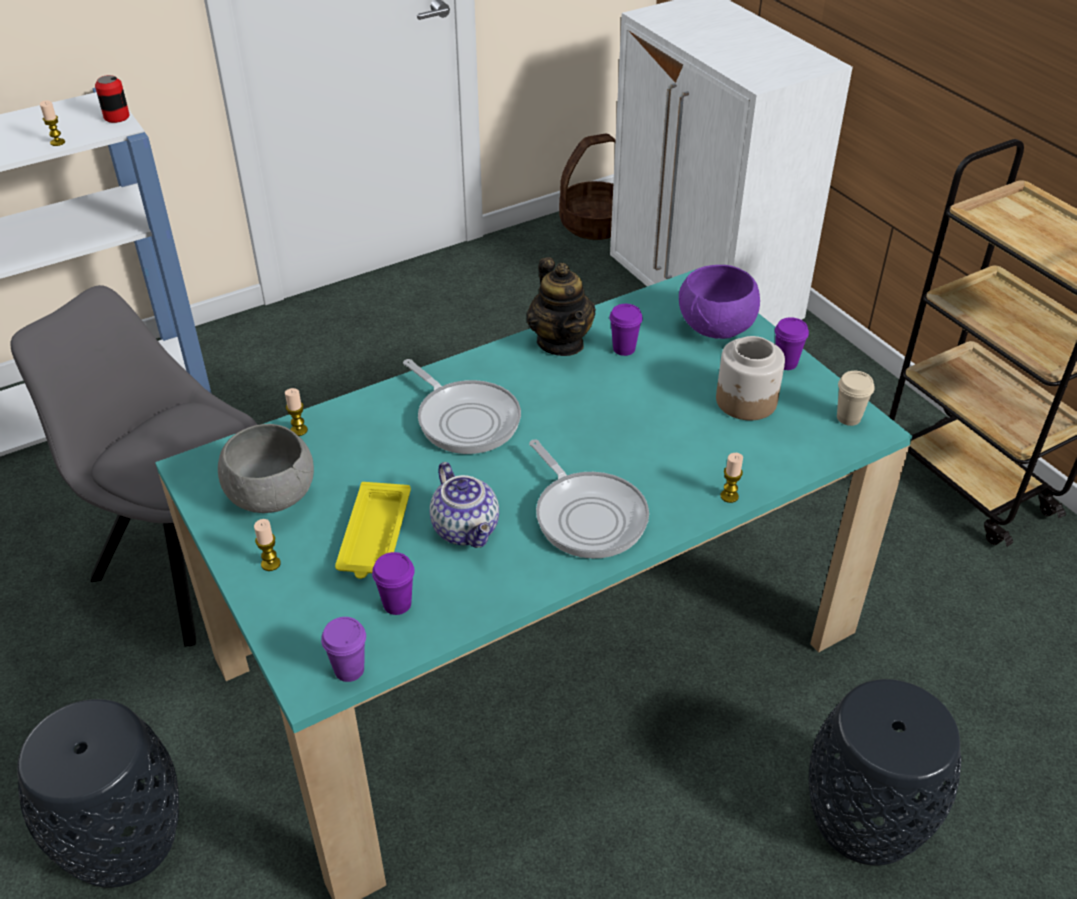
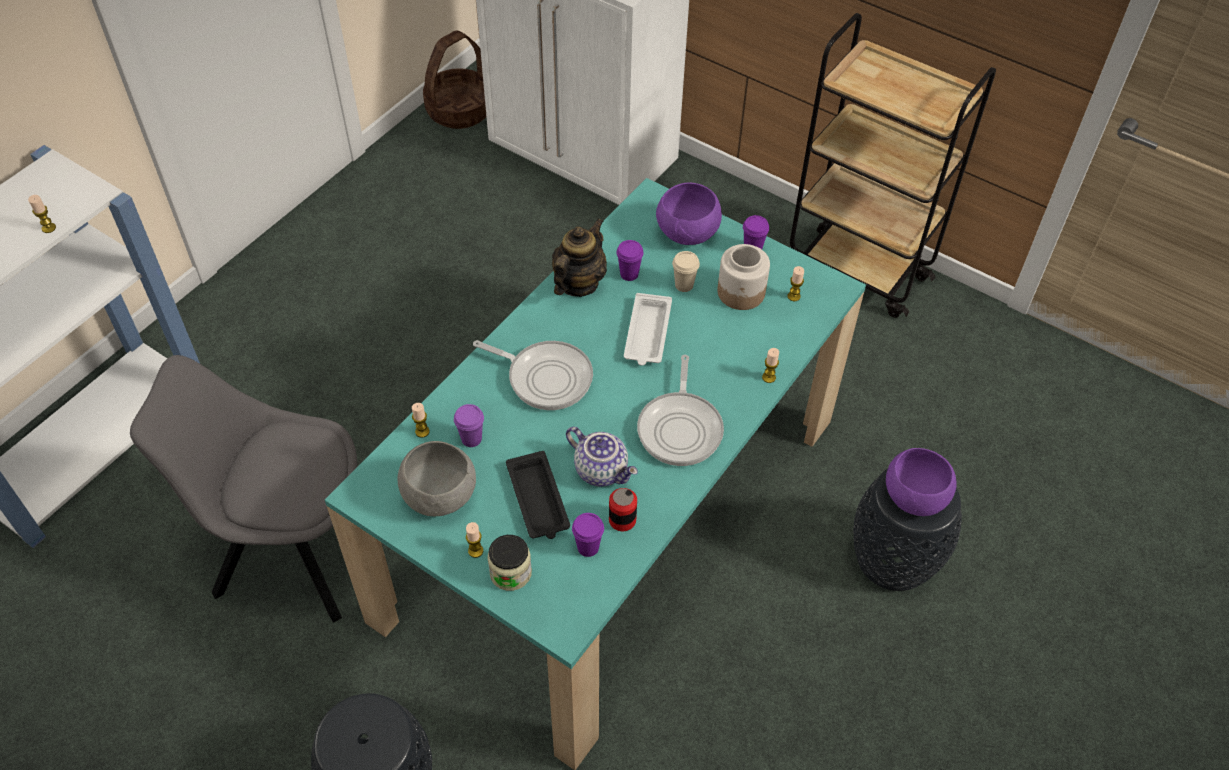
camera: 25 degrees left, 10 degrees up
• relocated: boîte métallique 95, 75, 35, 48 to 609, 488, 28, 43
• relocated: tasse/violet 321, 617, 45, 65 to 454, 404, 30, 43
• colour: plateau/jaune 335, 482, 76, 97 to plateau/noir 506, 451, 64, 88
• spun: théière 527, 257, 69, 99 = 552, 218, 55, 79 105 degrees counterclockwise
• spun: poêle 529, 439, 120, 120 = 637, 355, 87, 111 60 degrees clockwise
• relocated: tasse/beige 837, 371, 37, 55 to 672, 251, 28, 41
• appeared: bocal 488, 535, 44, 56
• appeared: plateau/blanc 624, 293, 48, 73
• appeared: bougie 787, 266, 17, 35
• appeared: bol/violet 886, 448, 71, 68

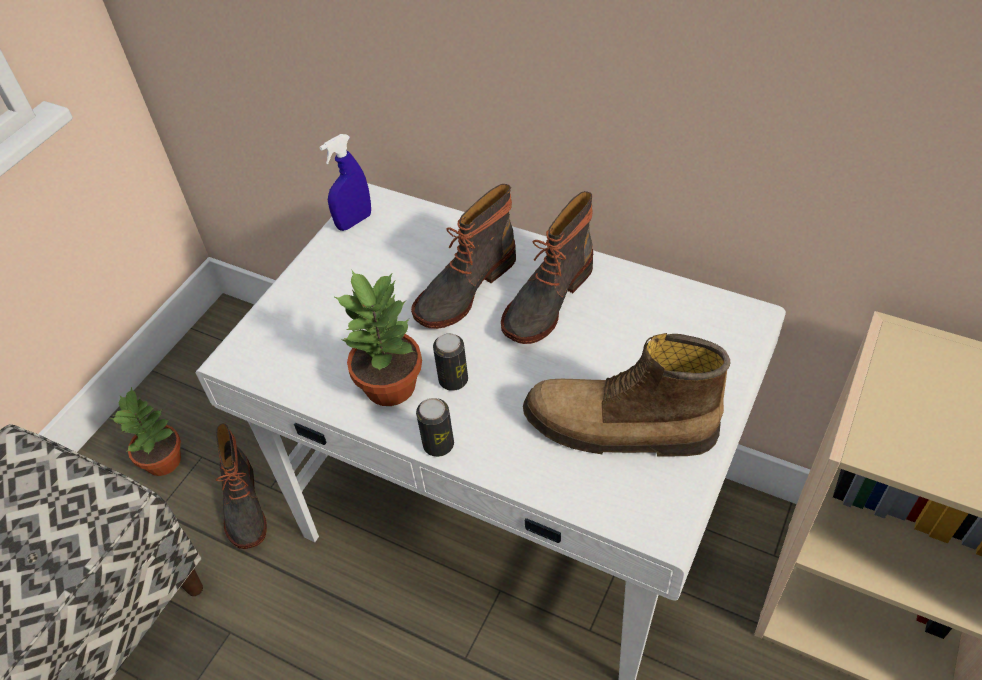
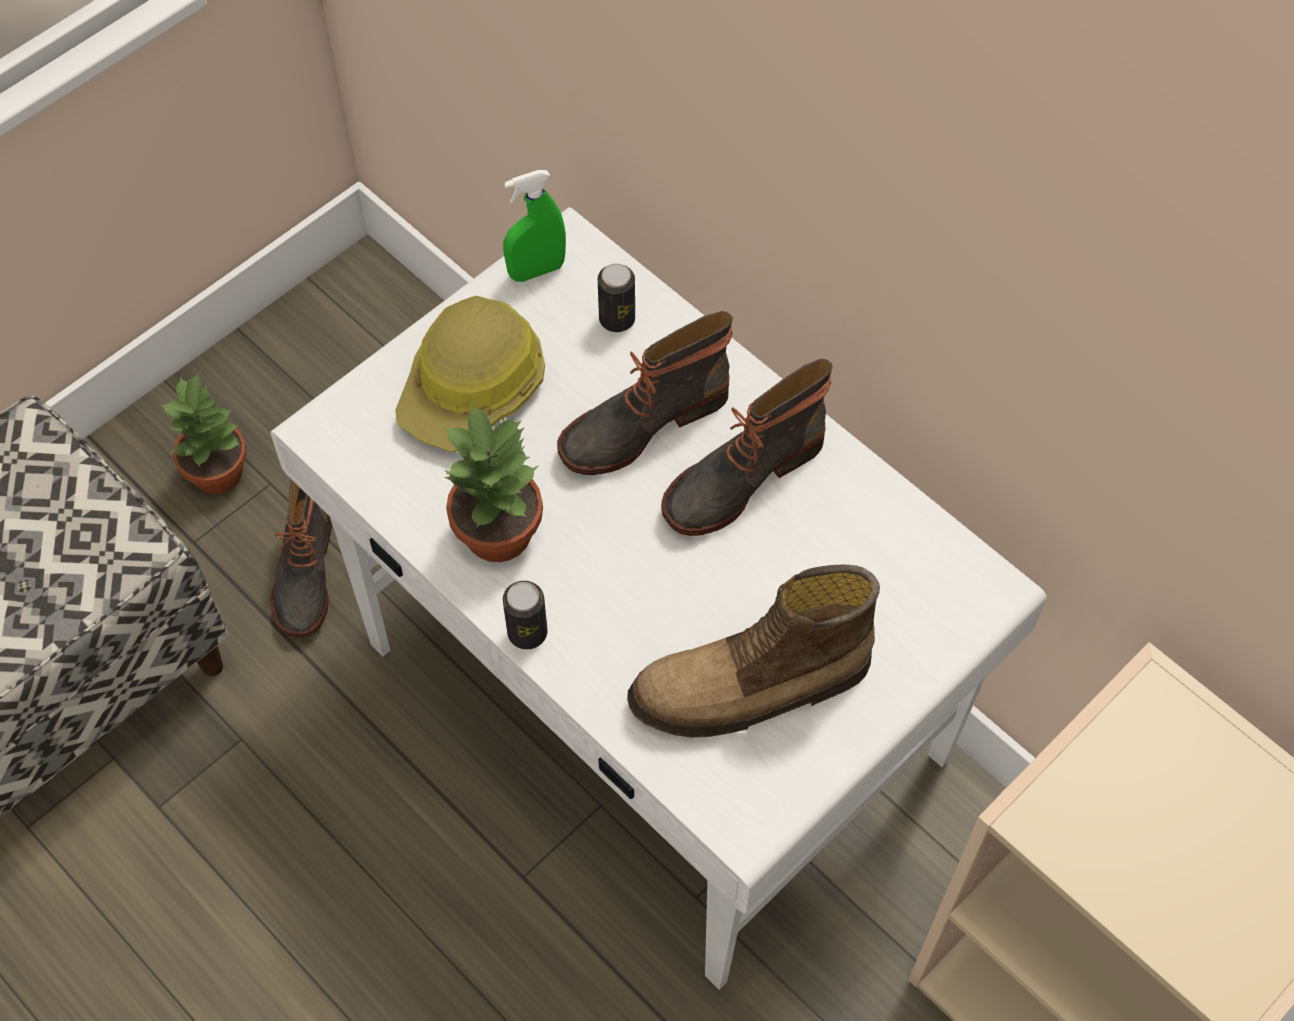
camera: 15 degrees right, 10 degrees up
• colour: vaporisateur/bleu 319, 134, 52, 97 to vaporisateur/vert 503, 170, 63, 112
• relocated: boîte métallique 433, 333, 35, 58 to 598, 263, 37, 69
• spun: botte 523, 333, 207, 124 = 627, 565, 253, 172 45 degrees counterclockwise
• appeared: casque de chantier 395, 296, 150, 156

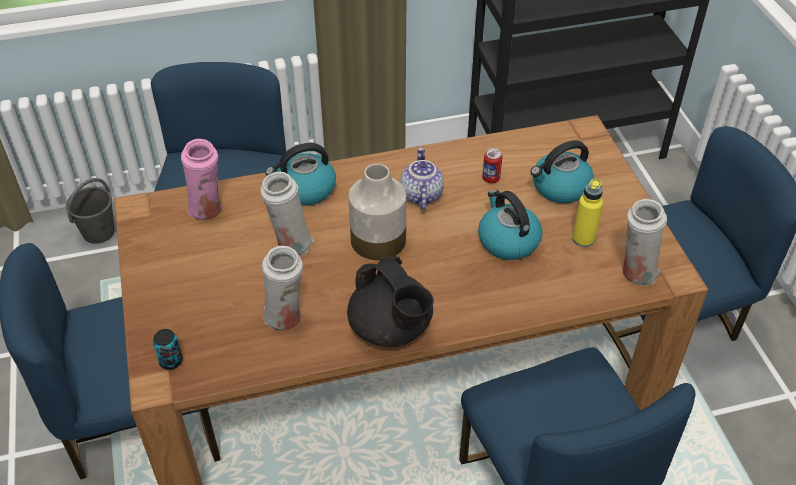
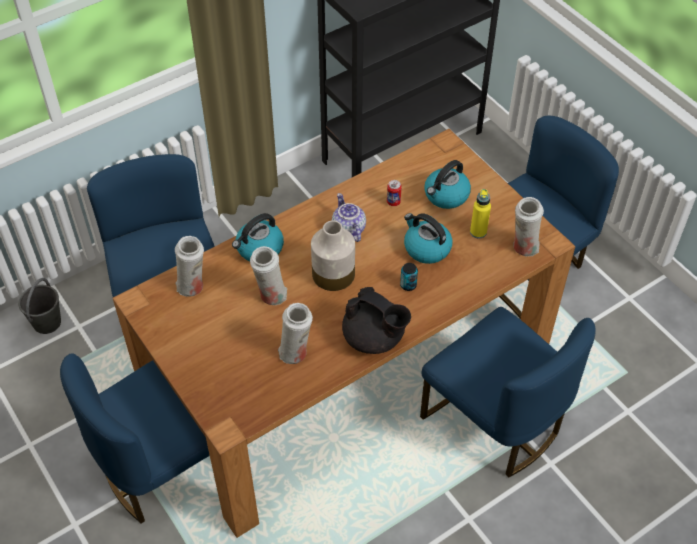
camera: 20 degrees left, 5 degrees up
• relocated: boîte métallique 153, 329, 30, 41 to 400, 263, 18, 28
• colour: vase/rose 181, 139, 41, 81 to vase/blanc 175, 236, 29, 61

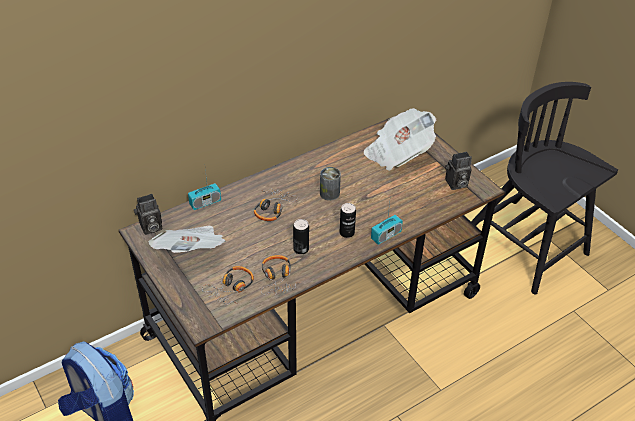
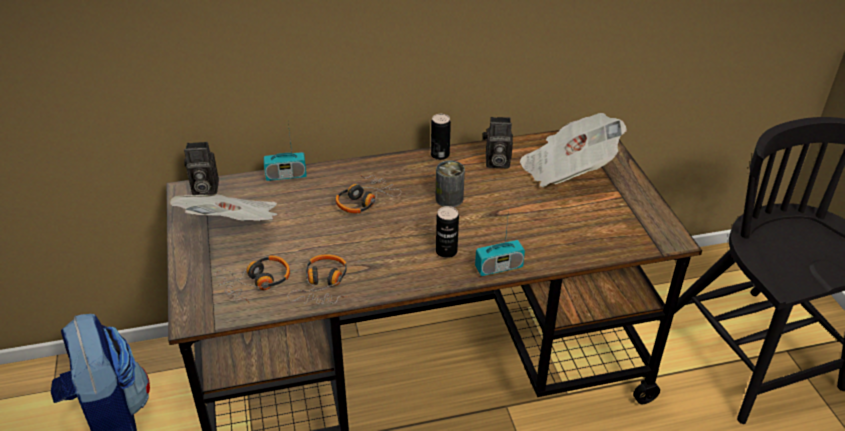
camera: 20 degrees right, 5 degrees down
• relocated: boîte métallique 293, 219, 16, 35 to 431, 114, 20, 46
• relocated: appareil photo 445, 151, 27, 39 to 483, 117, 30, 51

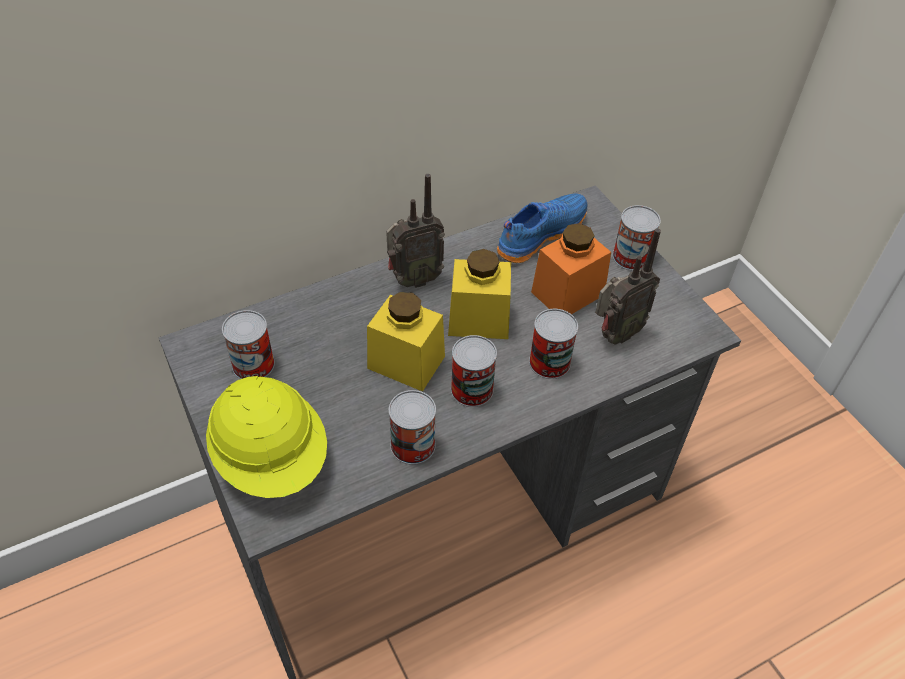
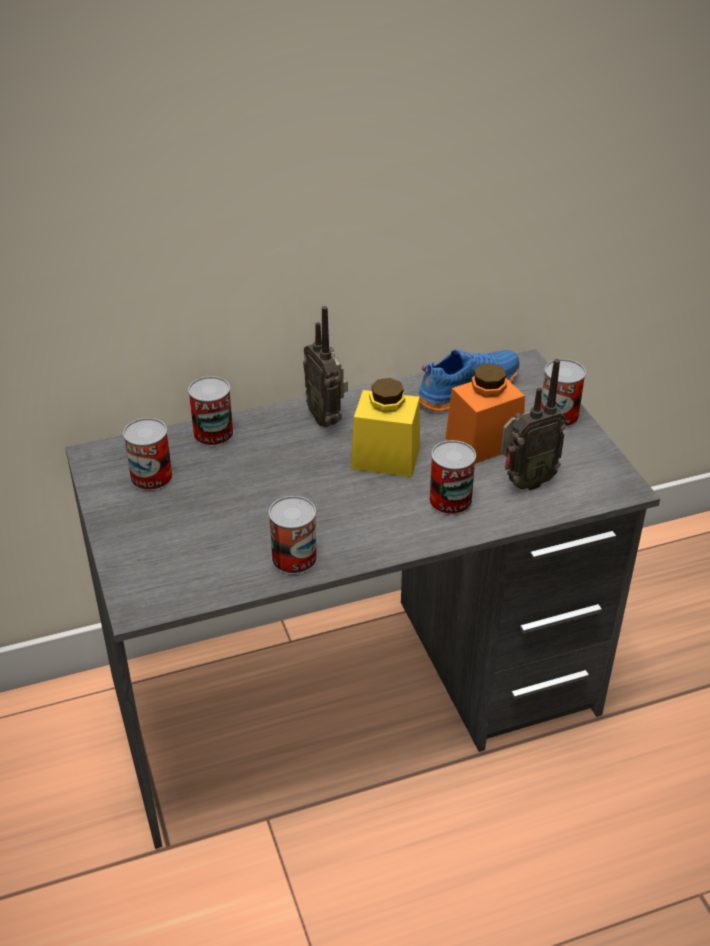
camera: 10 degrees right, 10 degrees down
• missing: casque de chantier/jaune 206, 376, 121, 122
• missing: bocal/jaune 367, 292, 78, 100
• spun: radio 386, 174, 59, 114 = 303, 306, 45, 121 75 degrees clockwise
• relocated: boîte métallique 451, 335, 46, 72 to 188, 376, 46, 70

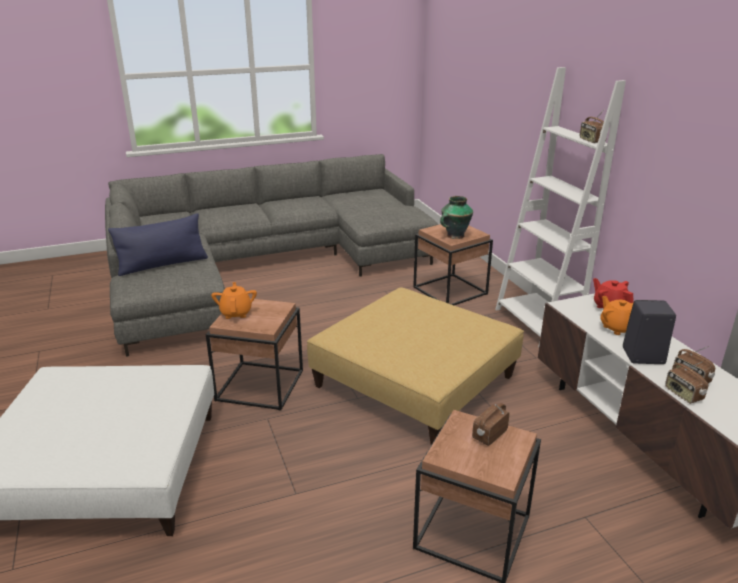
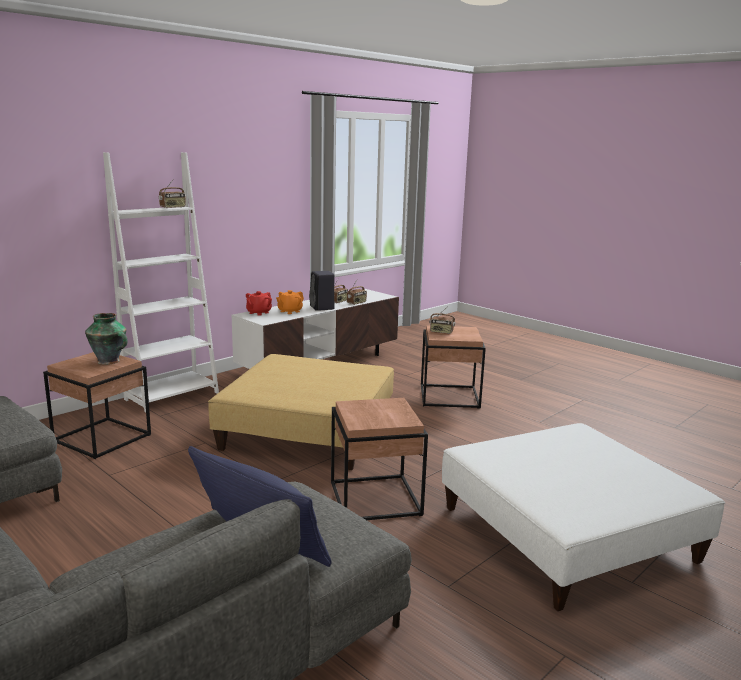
camera: 115 degrees left, 10 degrees down
• missing: théière/orange 211, 282, 46, 37

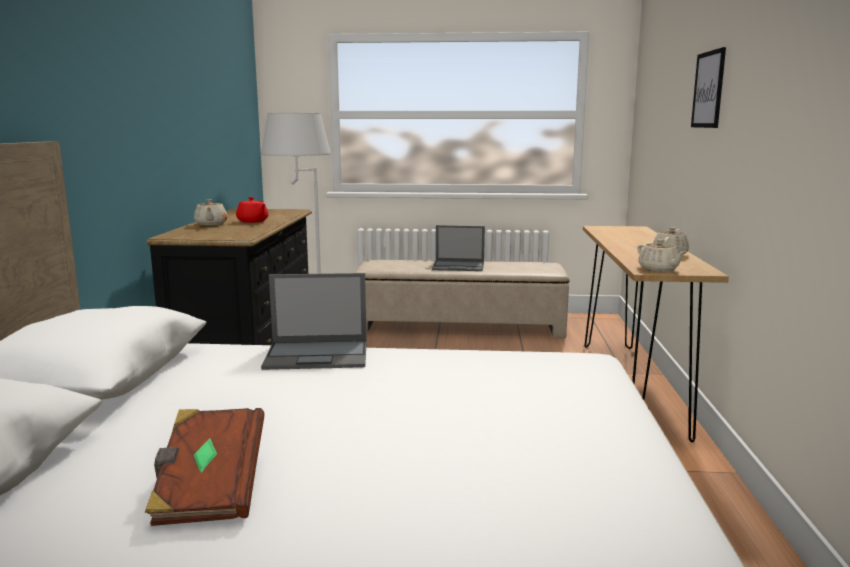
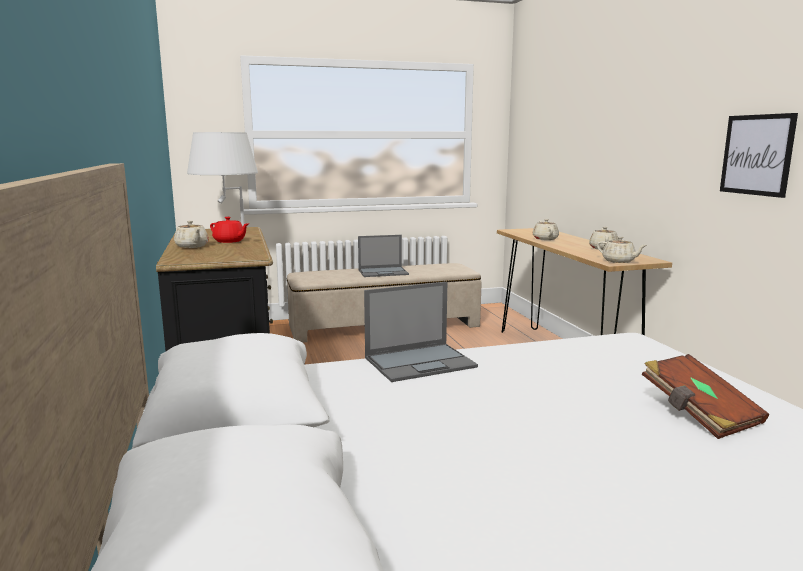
camera: 20 degrees left, 0 degrees up
• relocated: livre/marron 145, 408, 119, 118 to 642, 354, 127, 85
• relocated: tableau 691, 47, 35, 81 to 720, 113, 78, 85
• appeared: théière/beige 533, 219, 26, 21

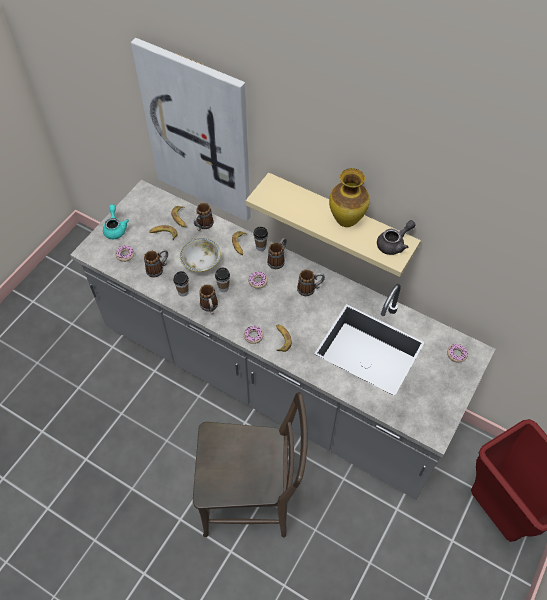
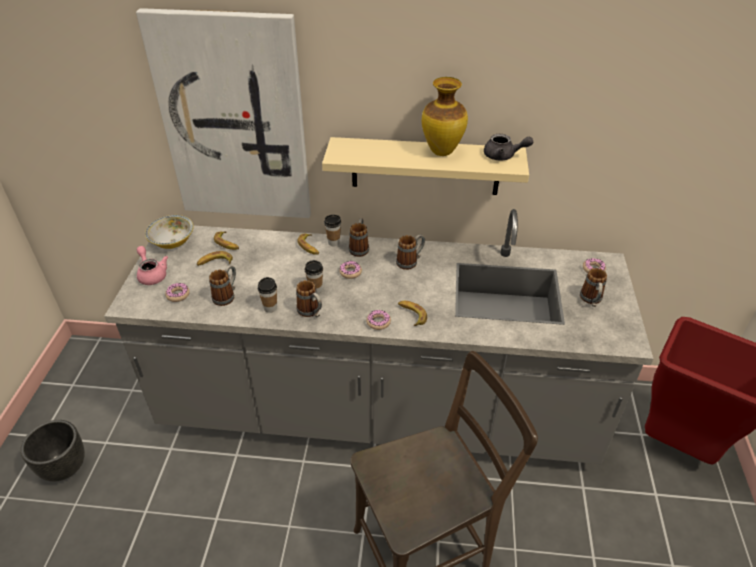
camera: 25 degrees left, 15 degrees down
• colour: théière/turquoise 103, 205, 26, 34 to théière/rose 137, 246, 31, 39
• relocated: bol 180, 238, 41, 34 to 145, 215, 49, 34
• relocated: mug 194, 203, 20, 28 to 580, 268, 27, 39
• spun: théière/gris 377, 220, 39, 35 = 484, 134, 49, 26 75 degrees clockwise
• appeared: cache-pot/noir 21, 420, 64, 62

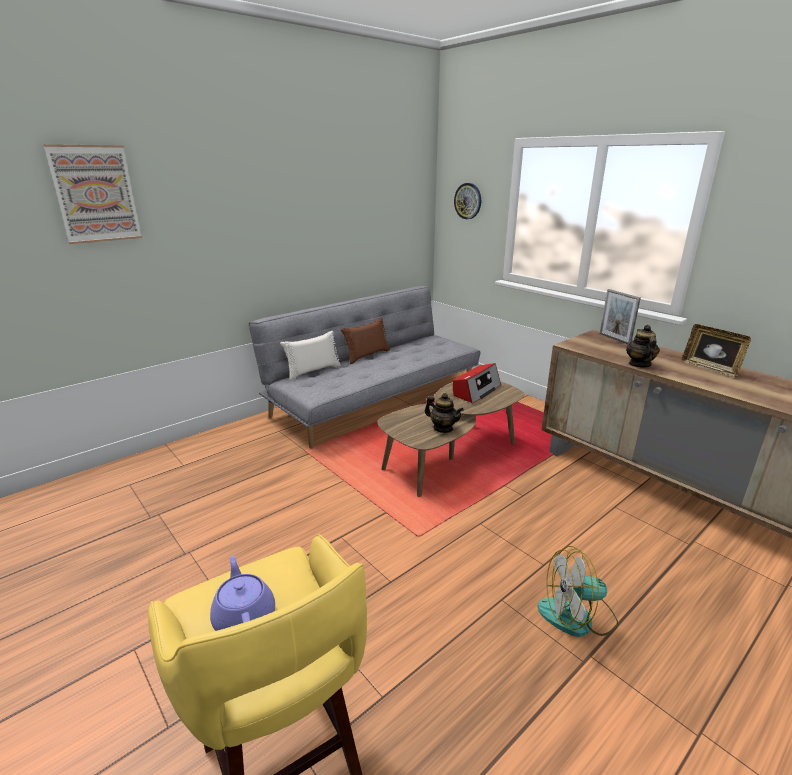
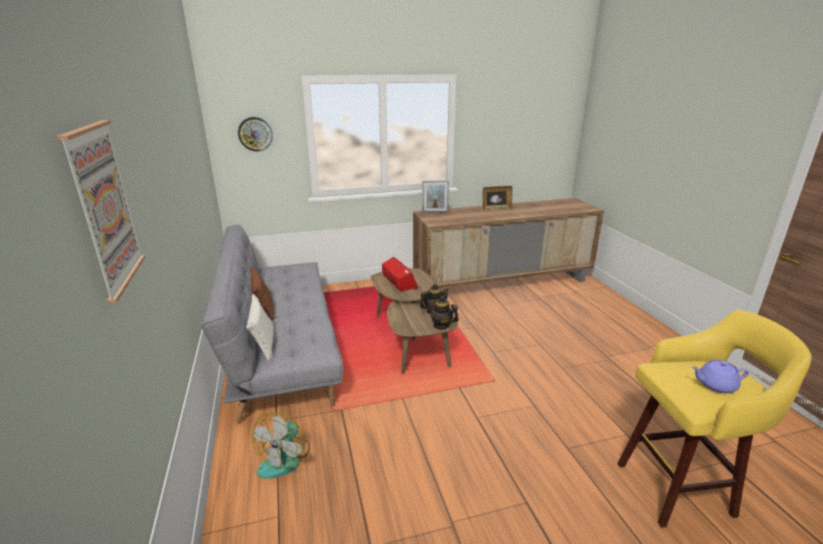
camera: 65 degrees left, 0 degrees up
• relocated: ventilateur 537, 546, 82, 91 to 252, 413, 58, 66
• relocated: théière 626, 325, 34, 43 to 426, 296, 33, 34

